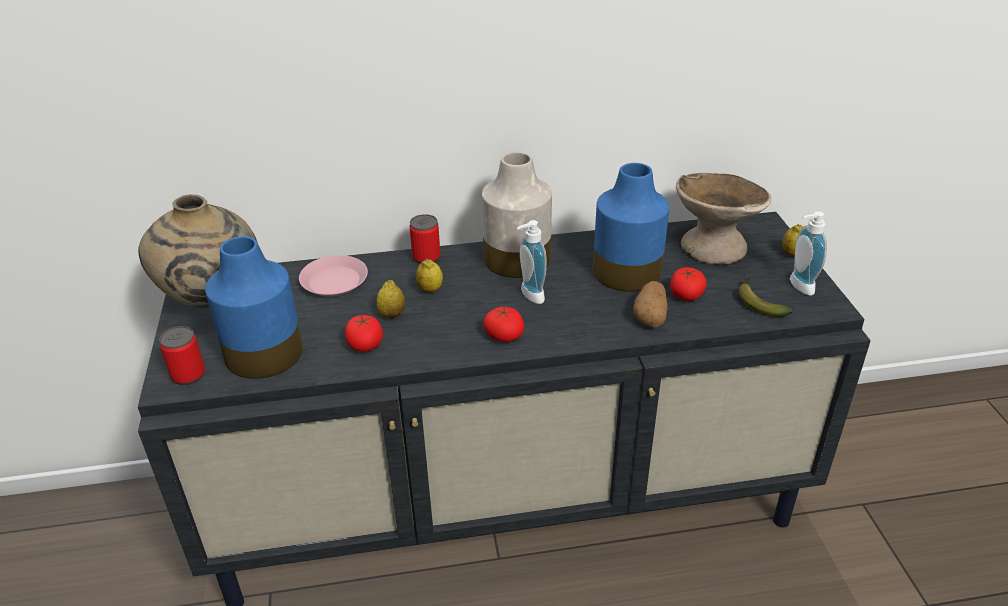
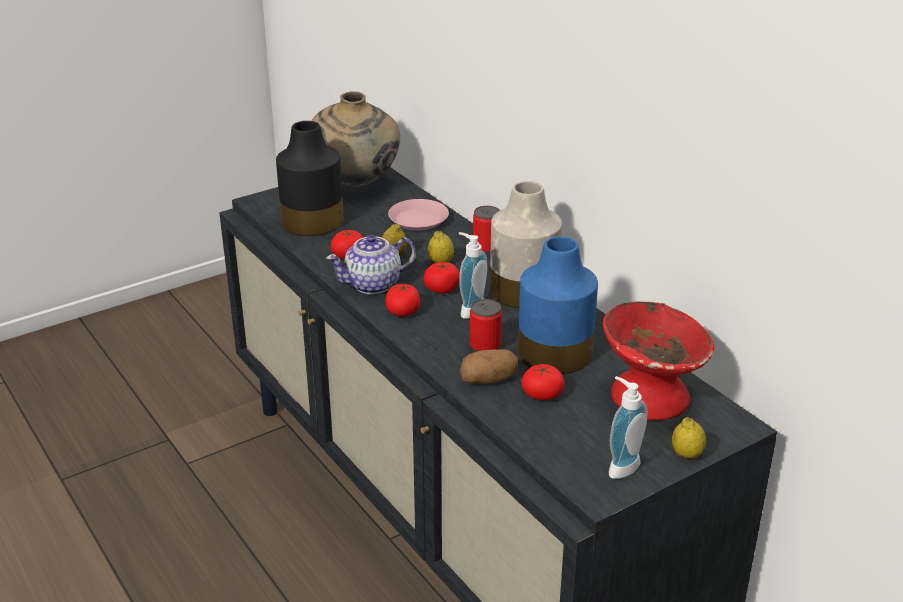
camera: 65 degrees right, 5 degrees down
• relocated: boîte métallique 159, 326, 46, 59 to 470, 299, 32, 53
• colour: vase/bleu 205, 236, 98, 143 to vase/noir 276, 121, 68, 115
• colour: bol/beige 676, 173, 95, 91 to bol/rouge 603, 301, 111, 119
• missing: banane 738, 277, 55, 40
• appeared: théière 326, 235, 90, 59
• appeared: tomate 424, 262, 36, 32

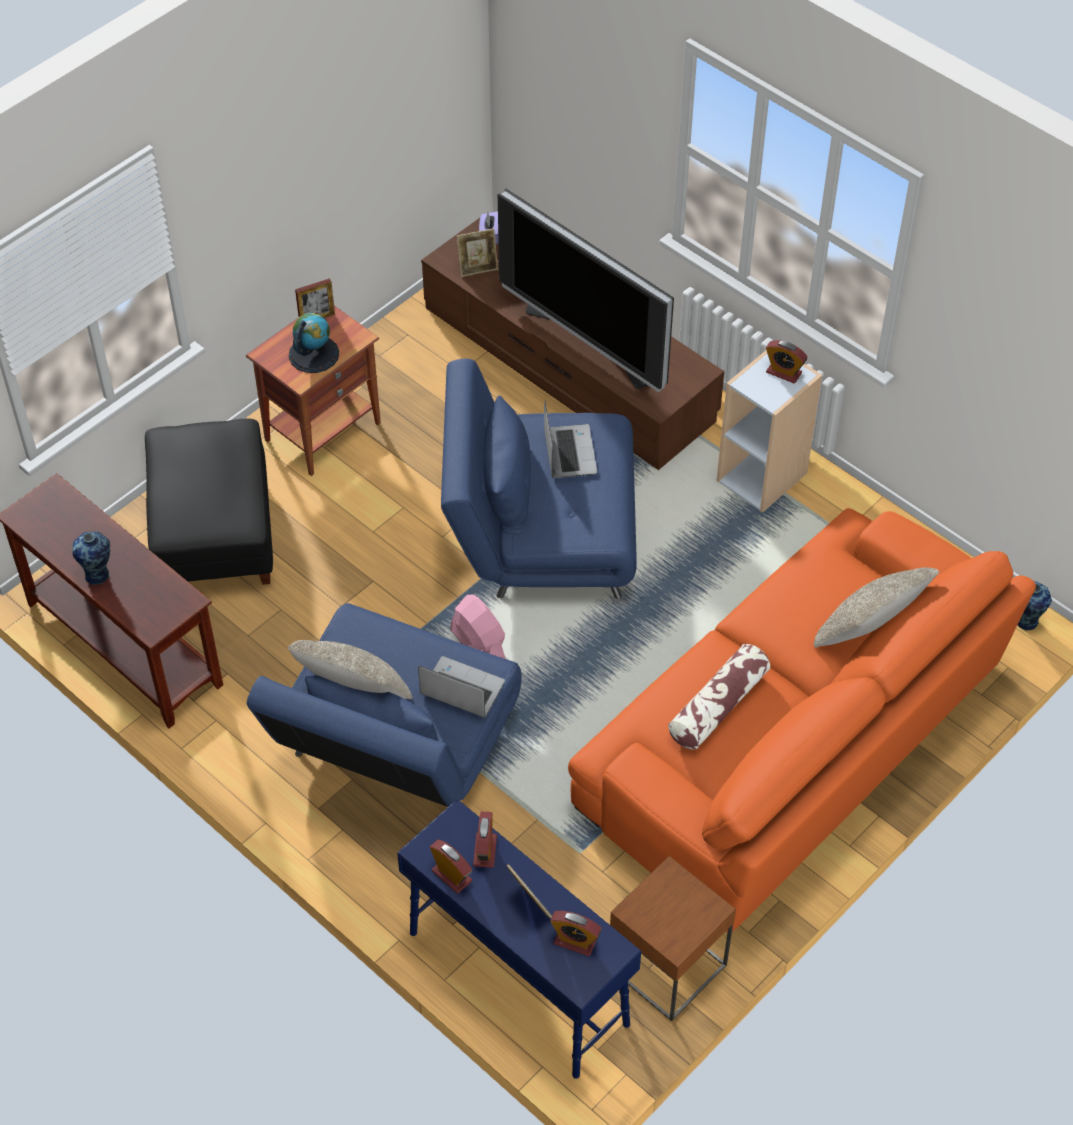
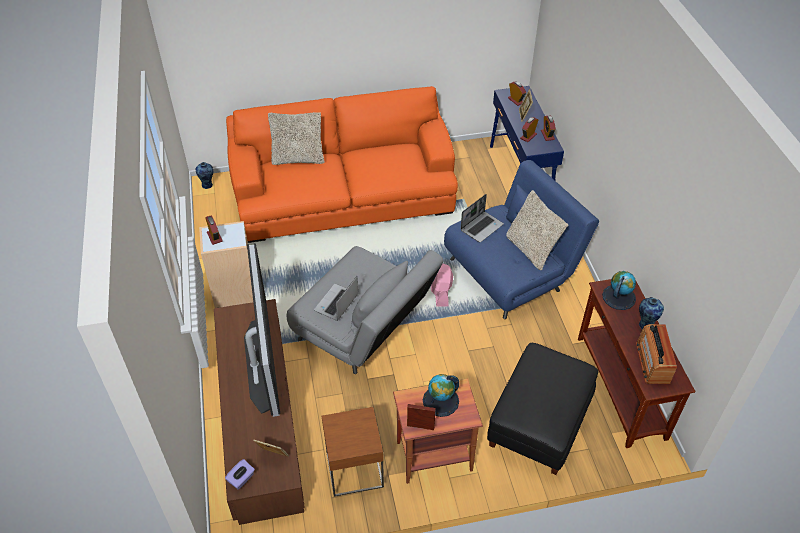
camera: 145 degrees left, 5 degrees down
• spun: ordinateur portable 418, 656, 87, 62 = 460, 194, 44, 48 105 degrees counterclockwise
• colour: fauteuil/bleu 441, 359, 196, 240 to fauteuil/gris 287, 246, 156, 128
• relocated: table d'appoint/marron 610, 856, 126, 165 to 322, 407, 62, 90
• missing: coussin 668, 644, 102, 106
• appeared: globe 602, 271, 34, 39
• appeared: radio 636, 324, 41, 60

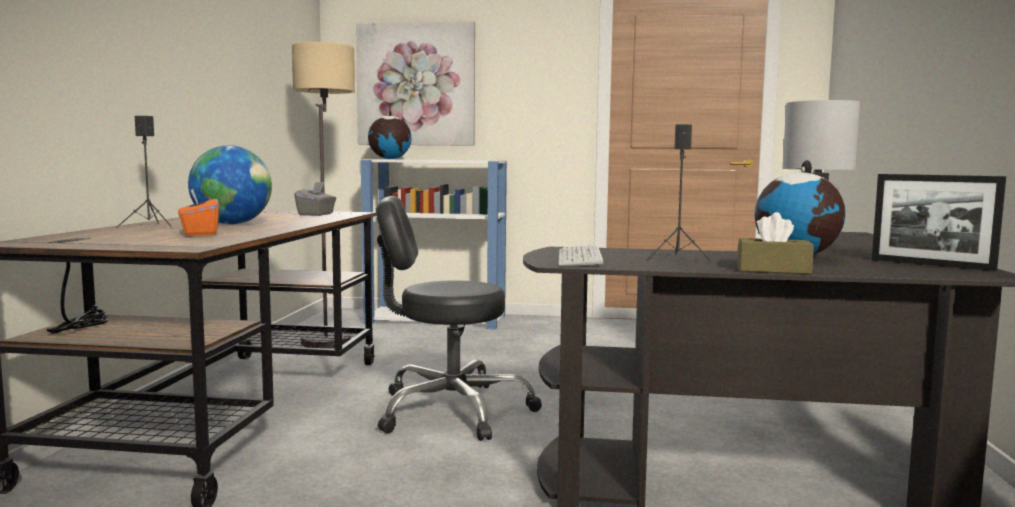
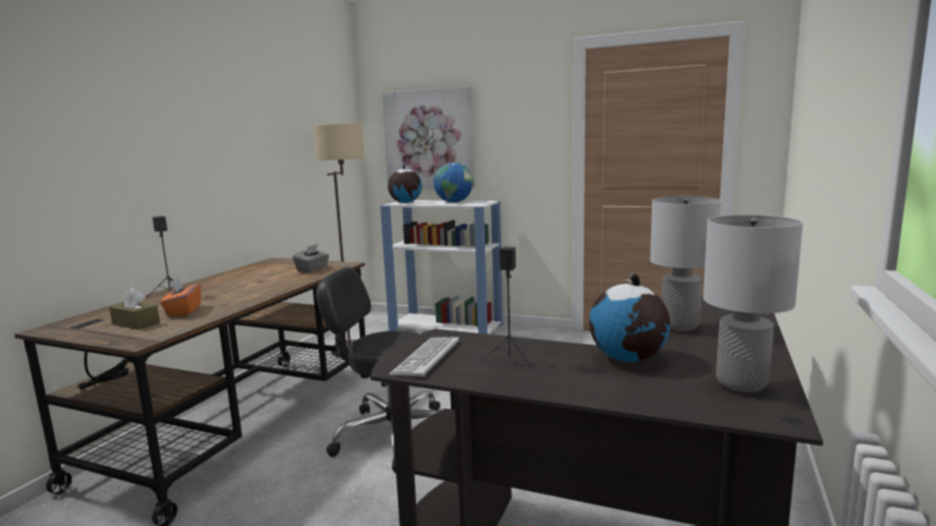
camera: 15 degrees right, 5 degrees up
• relocated: globe 188, 145, 84, 79 to 434, 162, 39, 41
• relocated: boîte à mouchoirs/marron 737, 212, 77, 62 to 109, 288, 51, 42
• exchanged: cadre photo 872, 174, 134, 97 to lampe de table/gris 703, 215, 100, 178

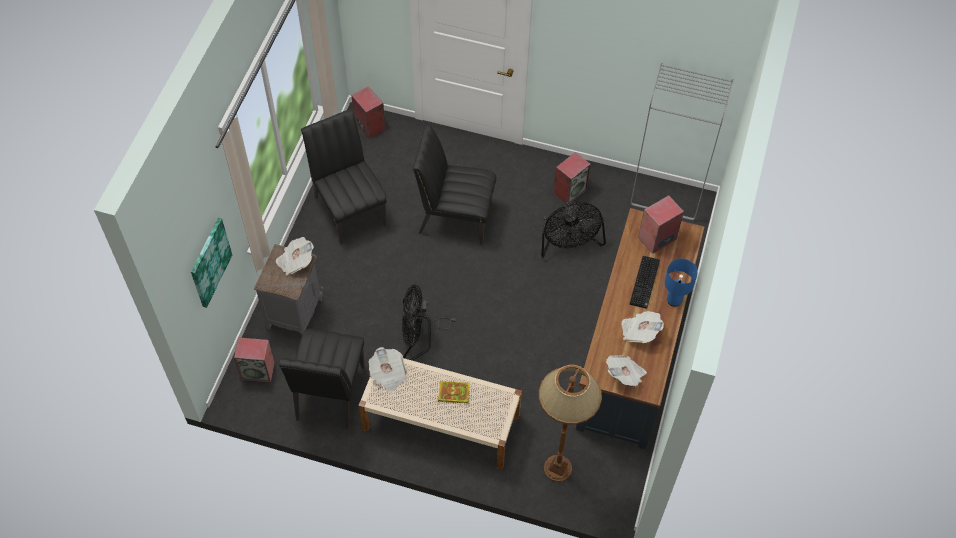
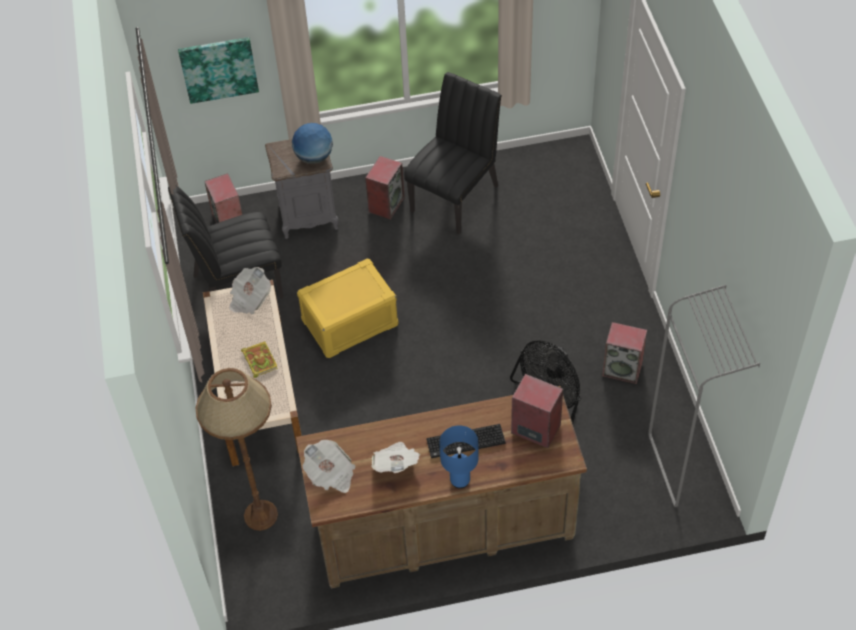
camera: 65 degrees right, 5 degrees down
• exchanged: journal 276, 237, 38, 38 to globe 292, 123, 41, 41
• relocated: enceinte 351, 86, 35, 53 to 365, 156, 40, 64
• exchanged: ventilateur/noir 402, 284, 54, 77 to boîte de rangement/jaune 297, 259, 102, 99
• missing: chaise/noir 413, 125, 83, 120

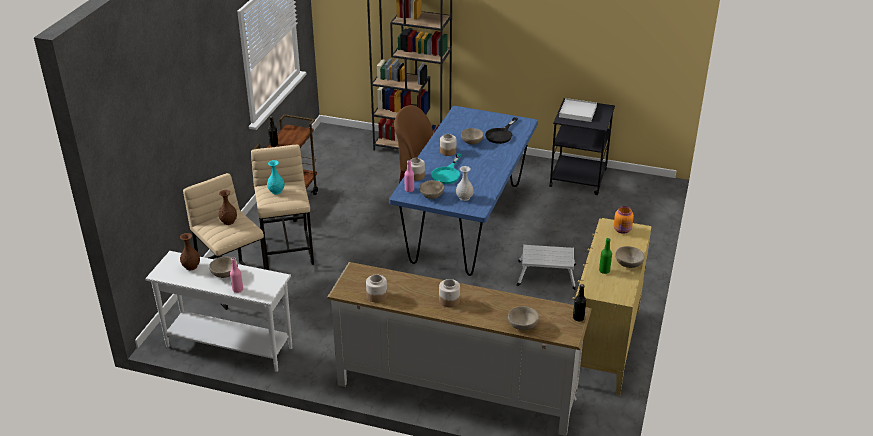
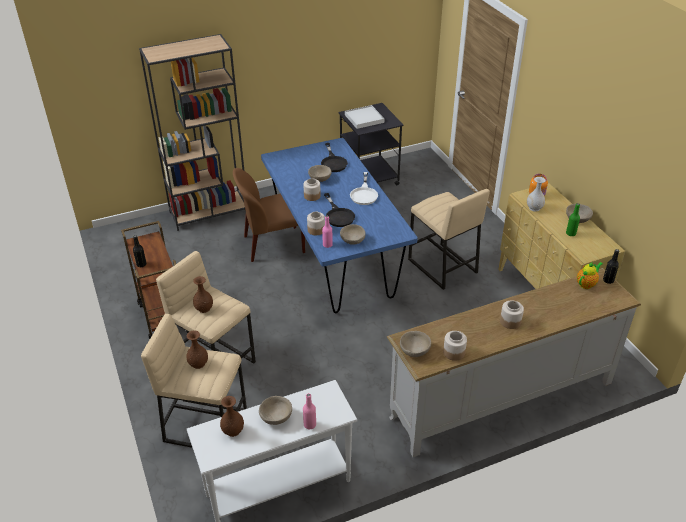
camera: 40 degrees left, 5 degrees up
• colour: vase/turquoise 267, 160, 17, 34 to vase/marron 193, 276, 20, 37
• colour: poêle/turquoise 431, 153, 31, 31 to poêle/noir 324, 193, 31, 34
• relocated: vase/blanc 456, 166, 18, 35 to 527, 177, 19, 35
• relocated: bol/beige 508, 306, 31, 25 to 400, 331, 31, 26
• exchanged: escabeau/blanc 516, 244, 61, 46 to tabouret/beige 408, 189, 82, 101
• appeared: poêle/blanc 350, 172, 28, 33
• appeared: théière 577, 262, 26, 27

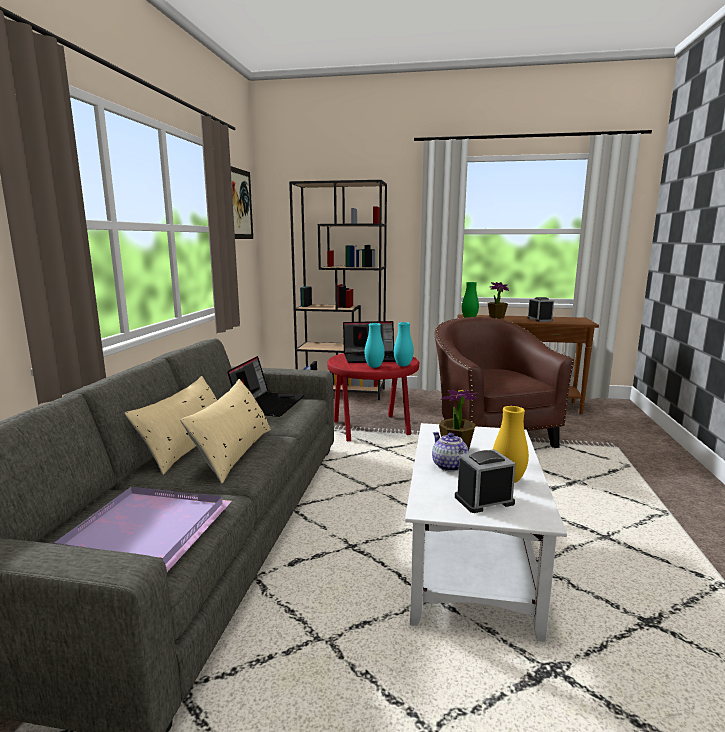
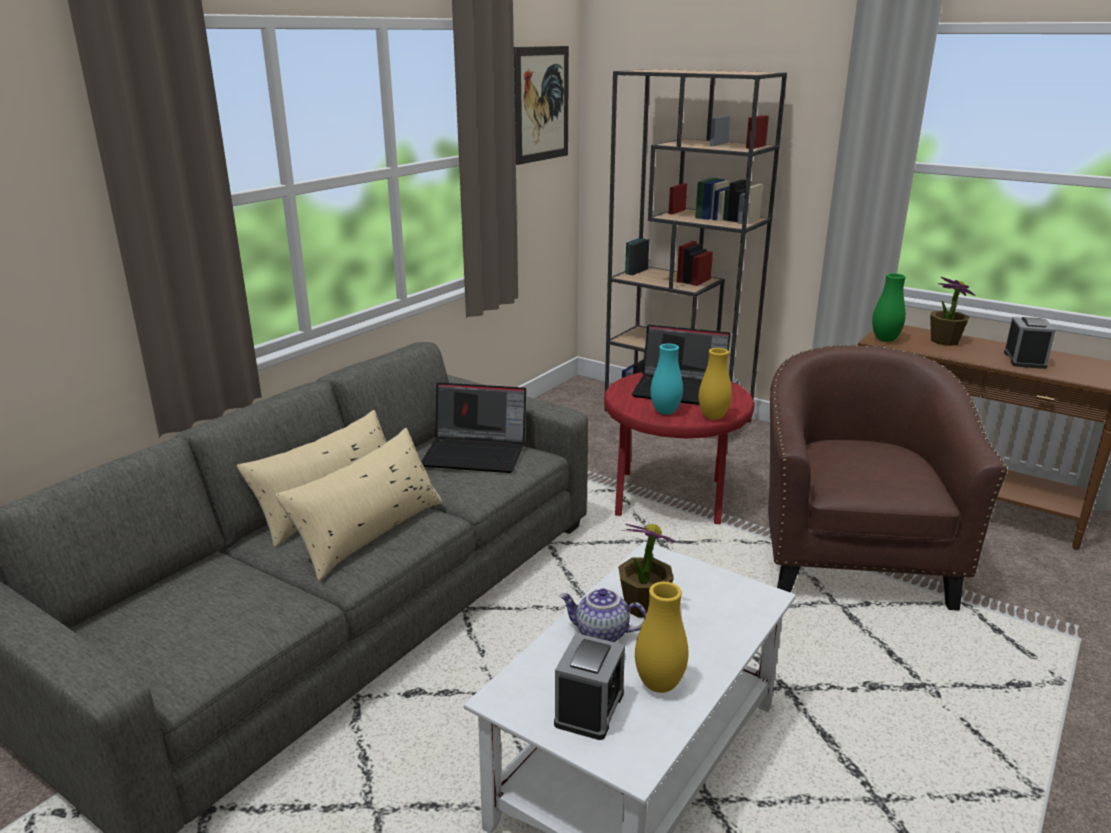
camera: 25 degrees right, 10 degrees up
• missing: plateau/violet 54, 487, 178, 85
• spun: ordinateur portable 227, 356, 77, 61 = 421, 382, 105, 91 60 degrees clockwise
• colour: vase/turquoise 394, 322, 20, 44 to vase/jaune 699, 348, 33, 72
• spun: théière 432, 432, 37, 40 = 559, 588, 88, 54 75 degrees counterclockwise
• spun: réveil 455, 449, 61, 64 = 554, 633, 71, 107 105 degrees clockwise

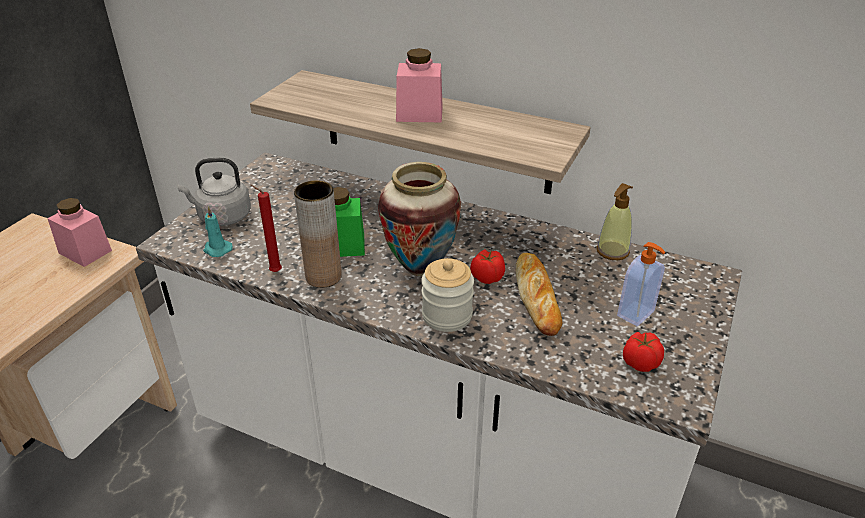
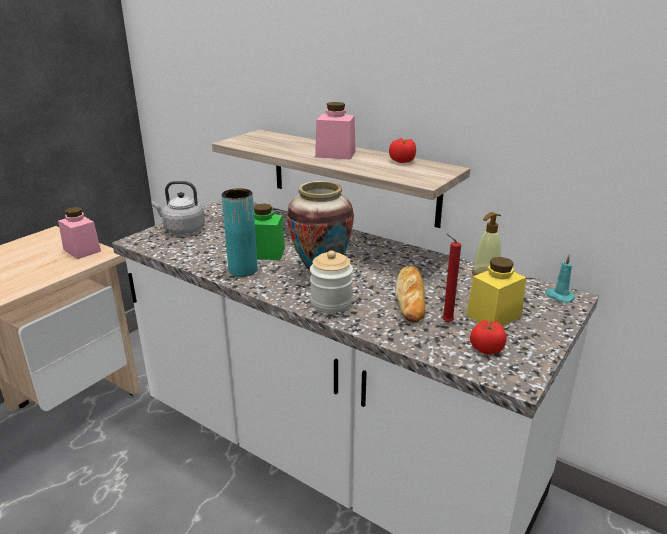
camera: 10 degrees right, 10 degrees down
• relocated: bougie/turquoise 203, 206, 30, 51 to 545, 255, 30, 48
• relocated: bougie/rouge 251, 185, 31, 87 to 442, 233, 19, 90
• colour: vase/marron 294, 180, 48, 108 to vase/turquoise 222, 188, 36, 89
• relocated: tomate 470, 250, 35, 34 to 389, 138, 27, 25
• exchanged: distributeur de savon 617, 242, 49, 84 to bocal/jaune 466, 257, 60, 69

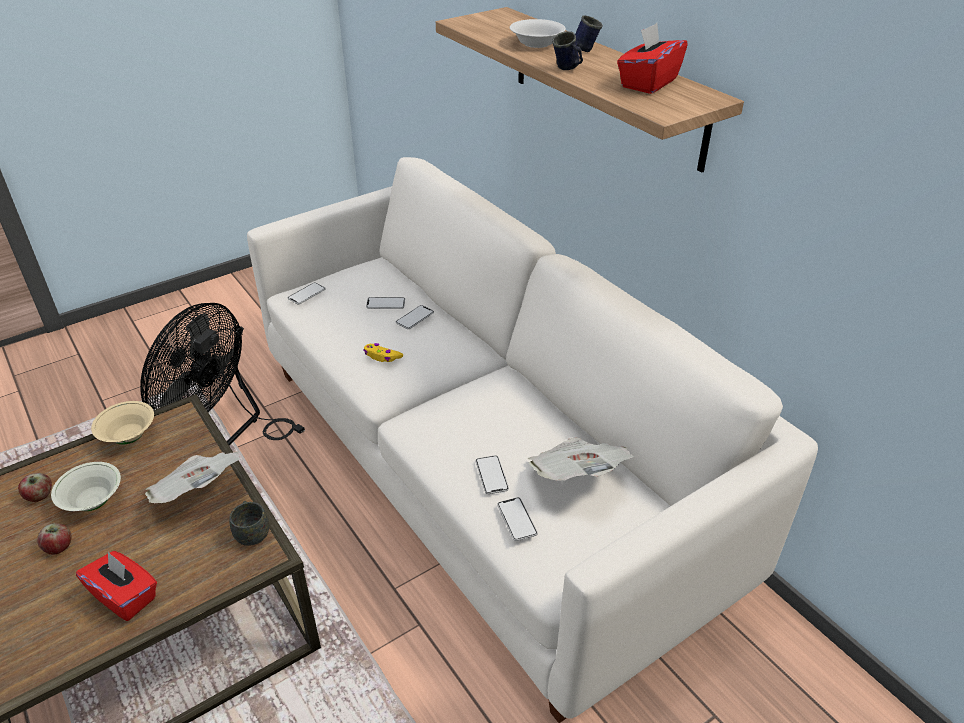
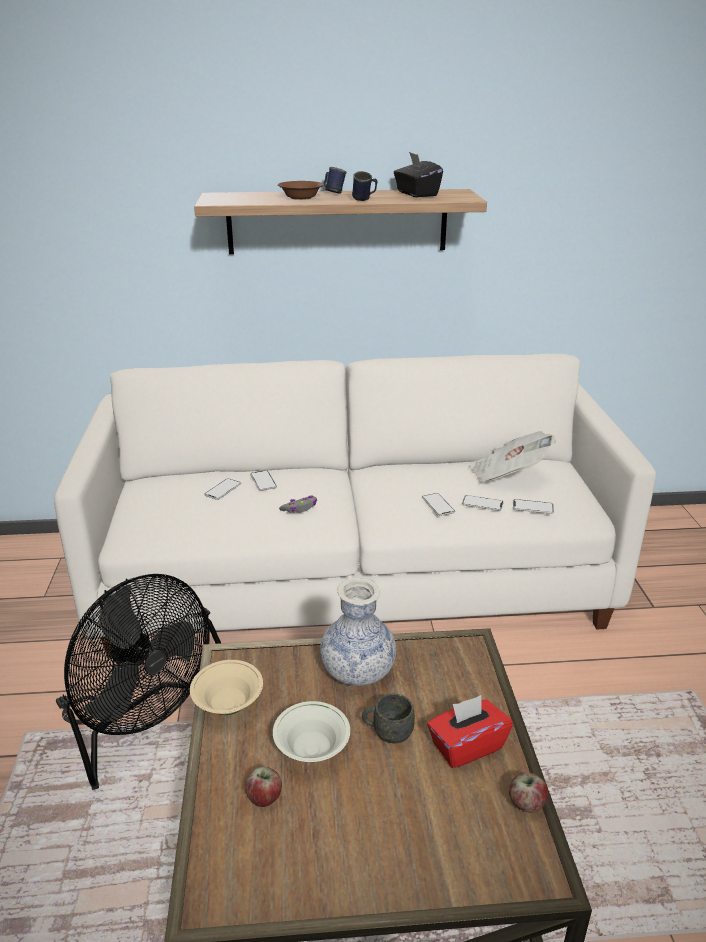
camera: 60 degrees left, 10 degrees down
• relocated: pomme 37, 523, 34, 32 to 509, 772, 39, 41
• spun: ventilateur/noir 140, 303, 165, 142 = 56, 574, 165, 216 105 degrees counterclockwise
• exchanged: journal 145, 452, 95, 51 to vase 320, 578, 76, 108
• relocated: mug/gris 229, 501, 40, 45 to 362, 693, 53, 50
• relocated: téléphone 288, 283, 38, 21 to 422, 493, 33, 23
• colour: manette/jaune 363, 343, 40, 19 to manette/gris 279, 496, 38, 17
• colour: bol/blanc 510, 19, 56, 29 to bol/marron 278, 181, 46, 19
• colour: boîte à mouchoirs/rouge 617, 23, 71, 71 to boîte à mouchoirs/noir 394, 152, 49, 45

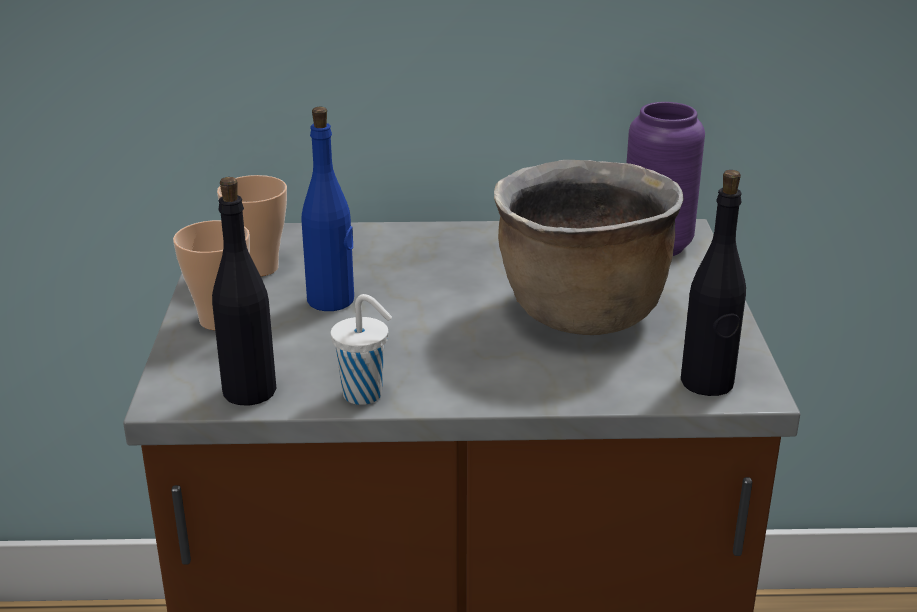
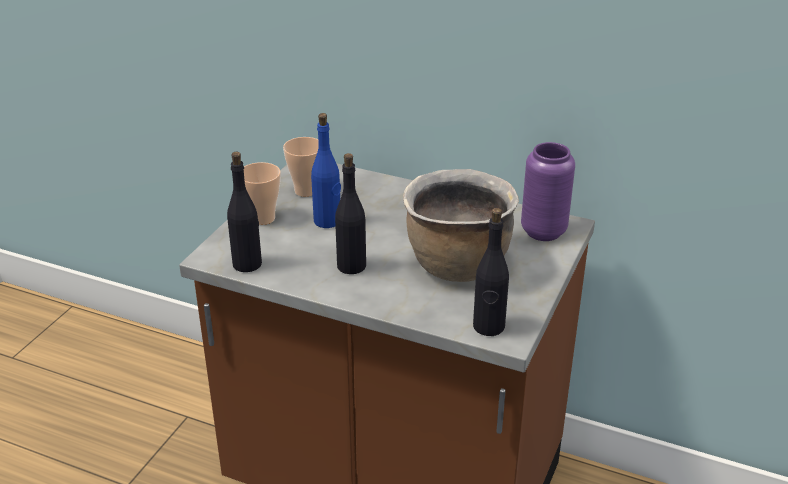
camera: 25 degrees right, 5 degrees up
• missing: tasse/blanc 331, 294, 61, 111
• appeared: bouteille/noir 335, 153, 31, 121

